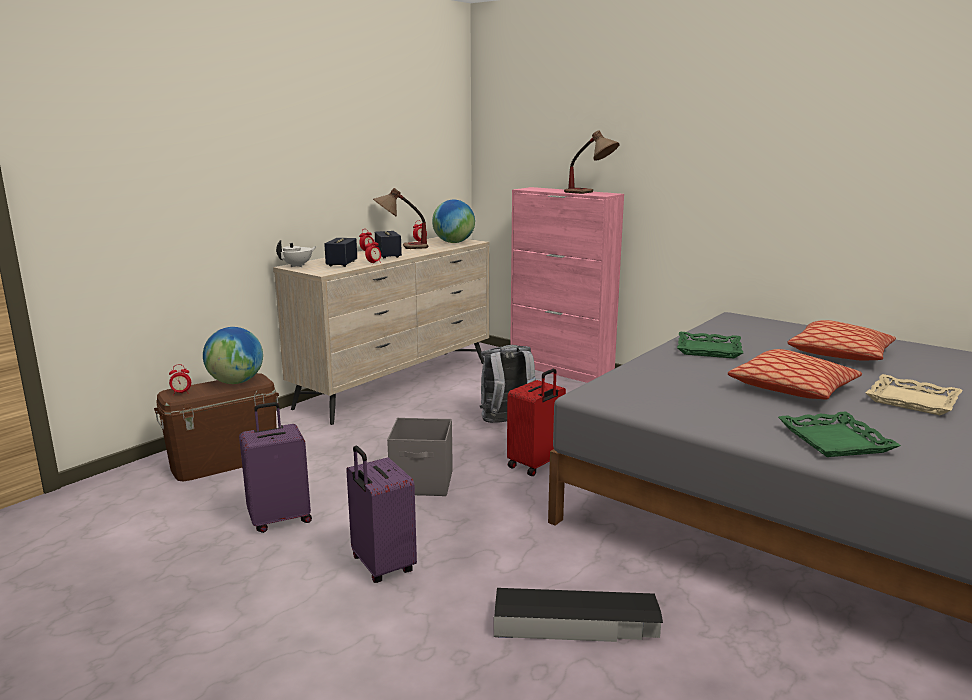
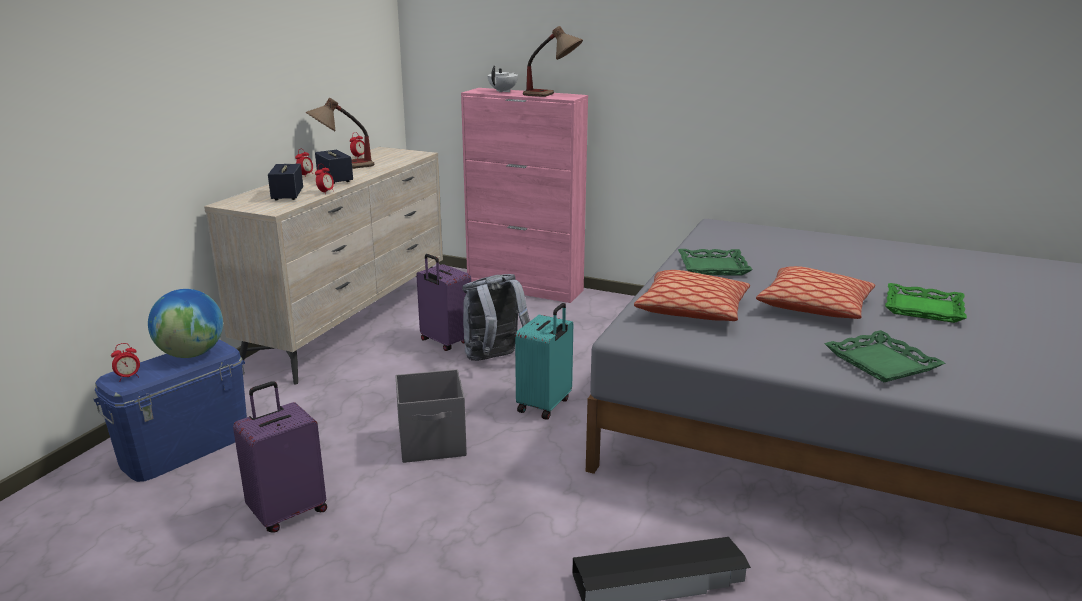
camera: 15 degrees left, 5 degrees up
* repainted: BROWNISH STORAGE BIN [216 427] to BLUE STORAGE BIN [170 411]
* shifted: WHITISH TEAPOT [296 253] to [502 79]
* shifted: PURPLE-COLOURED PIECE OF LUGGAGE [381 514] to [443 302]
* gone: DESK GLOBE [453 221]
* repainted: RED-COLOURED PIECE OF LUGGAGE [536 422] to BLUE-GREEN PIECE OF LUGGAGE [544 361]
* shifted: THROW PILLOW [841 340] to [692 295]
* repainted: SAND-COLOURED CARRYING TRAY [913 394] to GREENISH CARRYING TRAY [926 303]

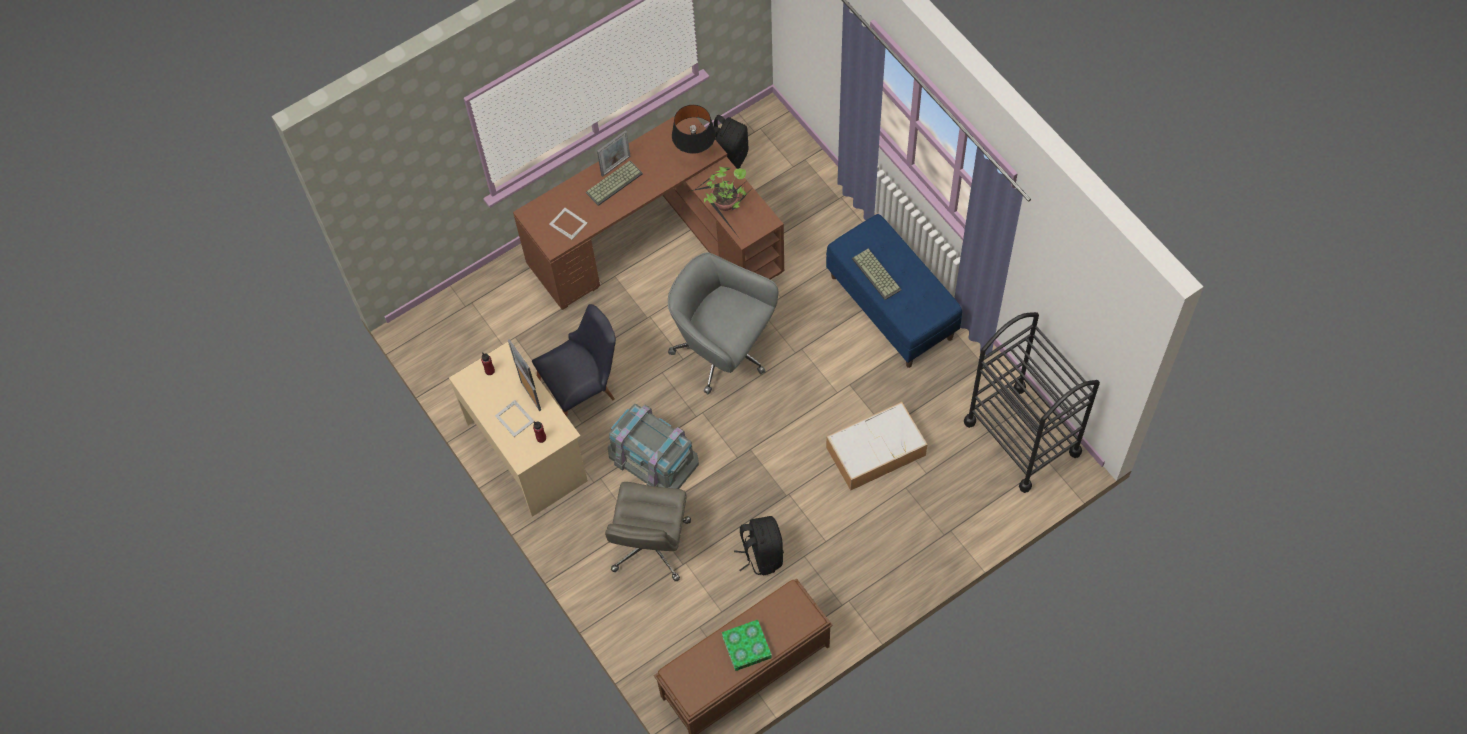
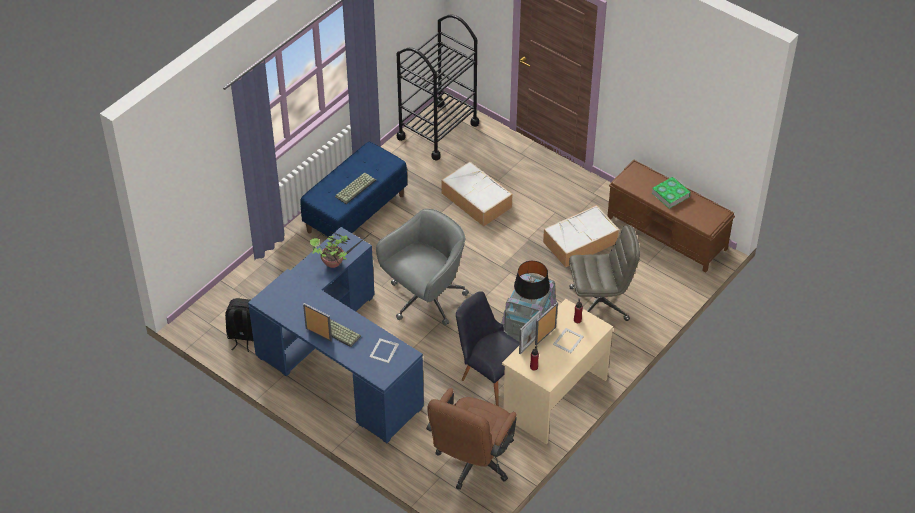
camera: 110 degrees left, 15 degrees down
* repainted: BROWNISH DESK TABLE [648 213] to BLUE DESK TABLE [336 335]
* rotated: GREY DESK CHAIR [723 323] = [422 267] 150 degrees counterclockwise
* shifted: BLACK-COLOURED LAMP FOR A TABLE [694 129] to [532 281]
* swapped: BLACK-COLOURED RUCKSACK [759 545] to STORAGE BIN [581 236]
* new: BROWNISH DESK CHAIR [471 439]

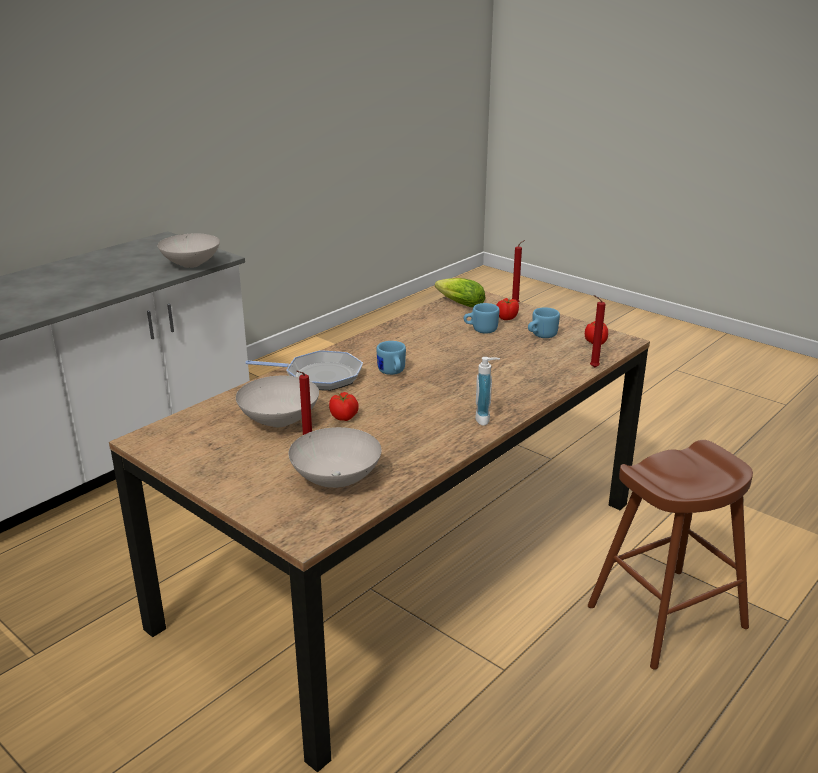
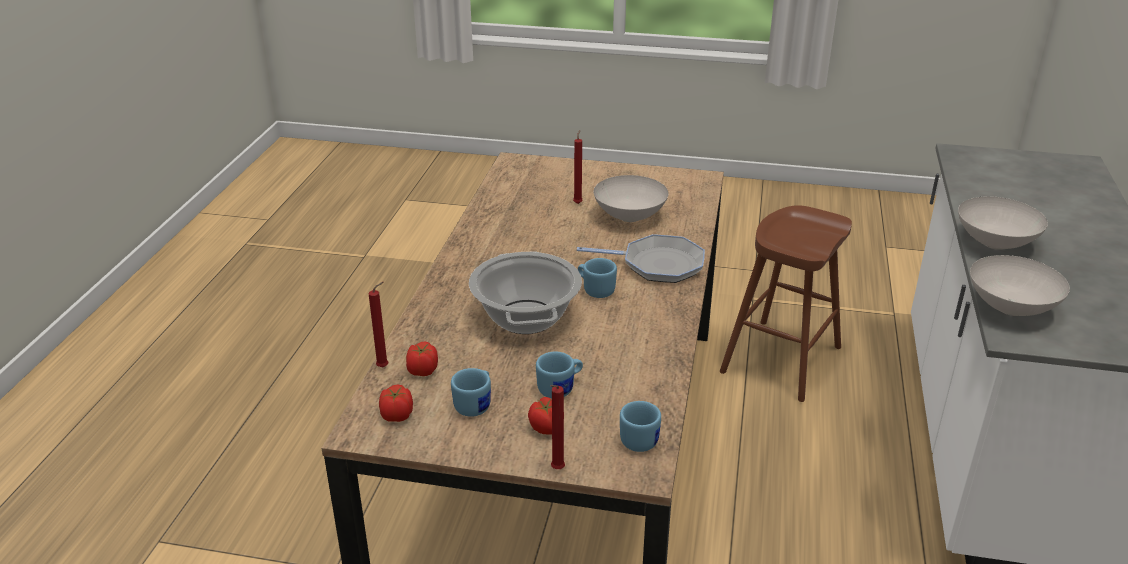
camera: 150 degrees right, 5 degrees up
* rotated: PAN [304 370] = [641 258] 150 degrees counterclockwise
* shifted: WHITISH BOWL [335 457] to [1003 223]
* shifted: FRESH TOMATO [344 406] to [422 359]
* swapped: HEAD OF LETTUCE [460 292] to BLUE MUG [640 426]
* gone: SOAP BOTTLE [487 391]
* shifted: BROWNISH STOOL [670 555] to [786 303]
* new: SAUCEPOT [525 292]

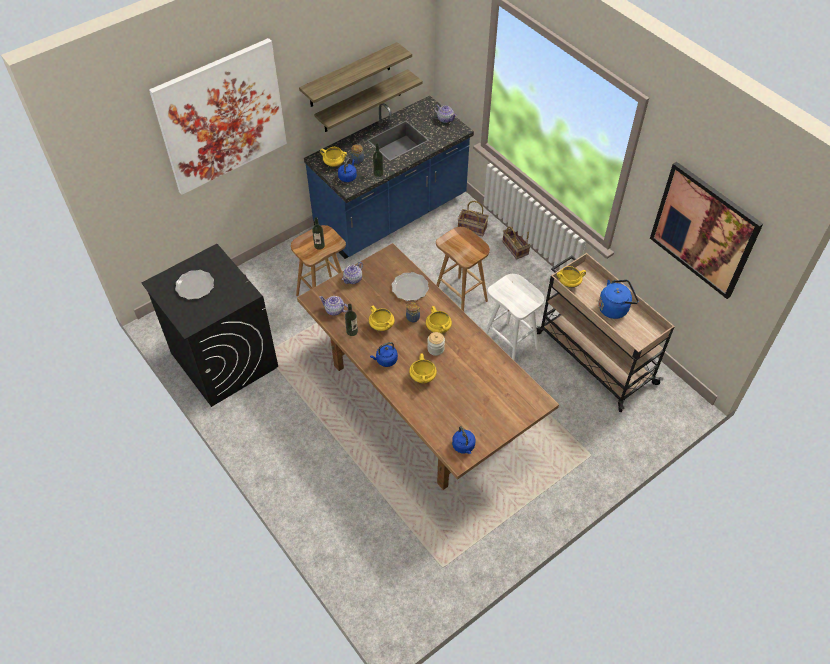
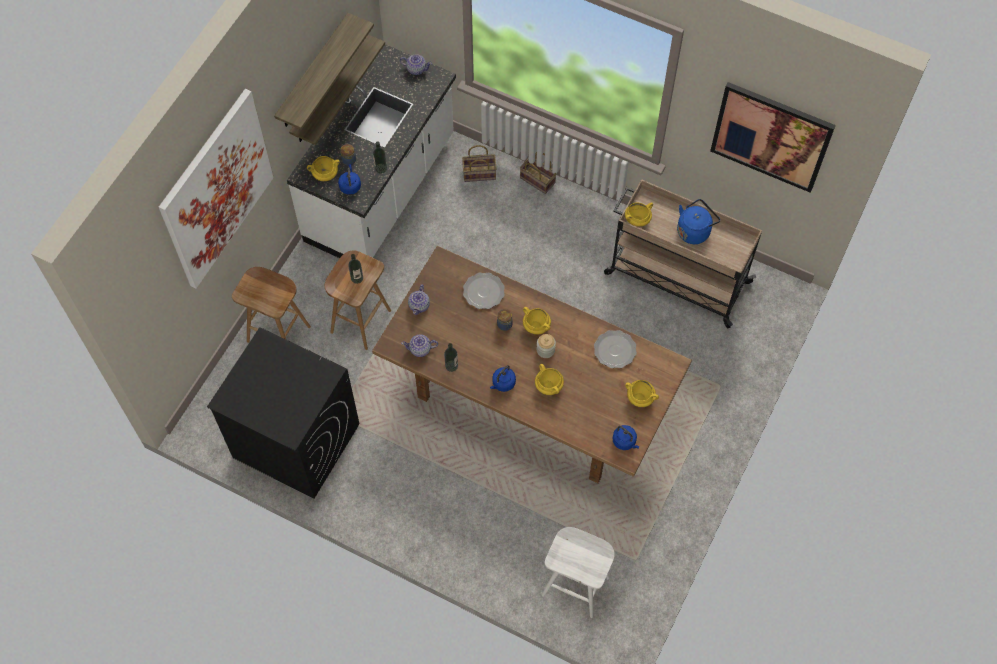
camera: 25 degrees left, 10 degrees up
* shifted: FLAT DISH [194 285] to [615 349]
* repainted: BLUE KITCHEN COUNTER [389 177] to WHITISH KITCHEN COUNTER [371 151]
* shifted: YELLOW SAUCEPOT [382 318] to [642 393]
* shifted: BROWNISH STOOL [463 269] to [271 305]
* shifted: WHITISH STOOL [514 317] to [578 572]

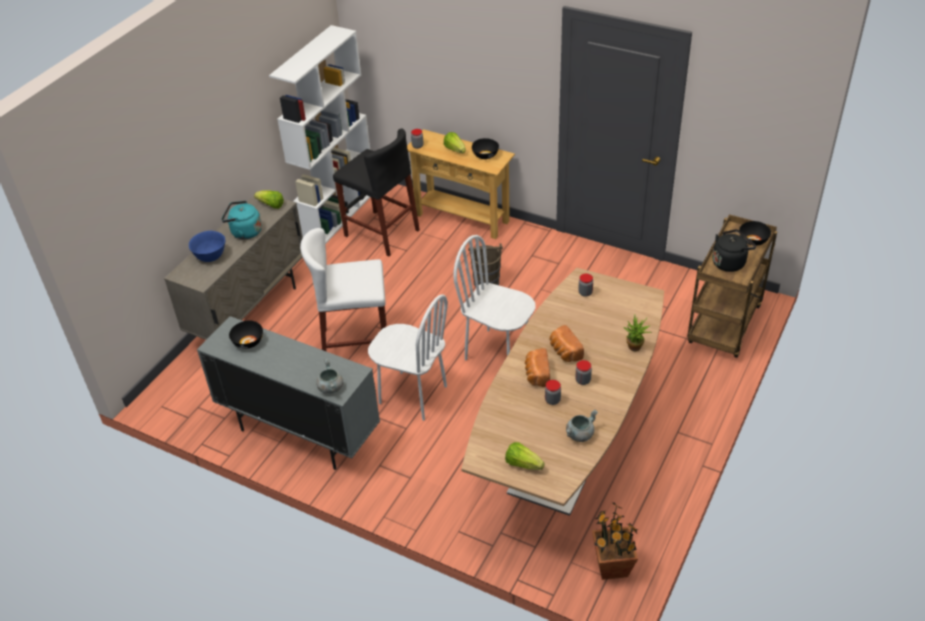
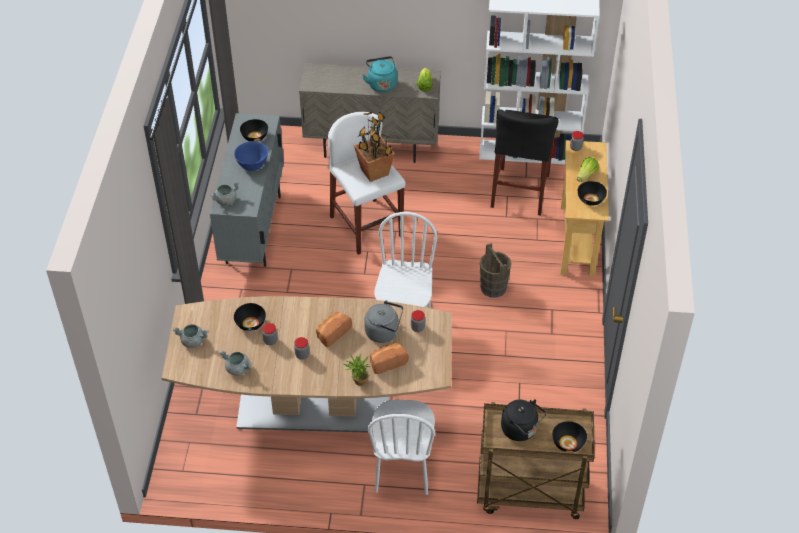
camera: 65 degrees right, 5 degrees up
* shifted: BLUE BOWL [207 246] to [251 156]
* shifted: WHITISH UPRIGHT CHAIR [408 357] to [401 447]
* swapped: HEAD OF LETTUCE [525 456] to GREY SAUCEPOT [191 336]
* shifted: BAKED BREAD [537 367] to [389 358]
* shifted: PLANT IN A POT [615 541] to [374 147]
* new: BLACK-COLOURED BOWL [250 317]
* new: GREY WATER KETTLE [383 321]

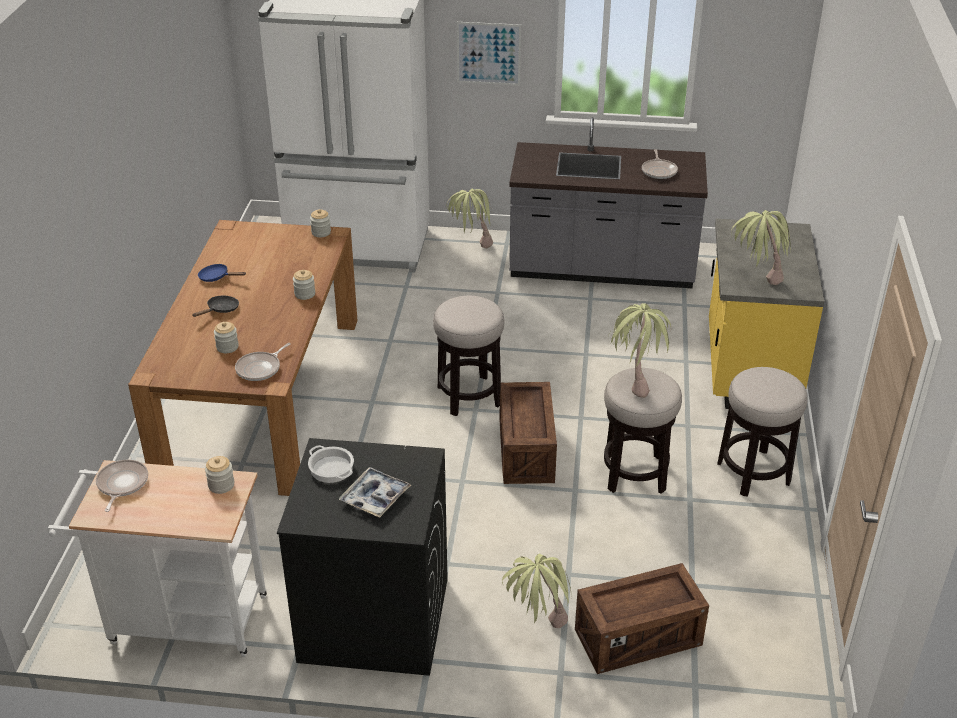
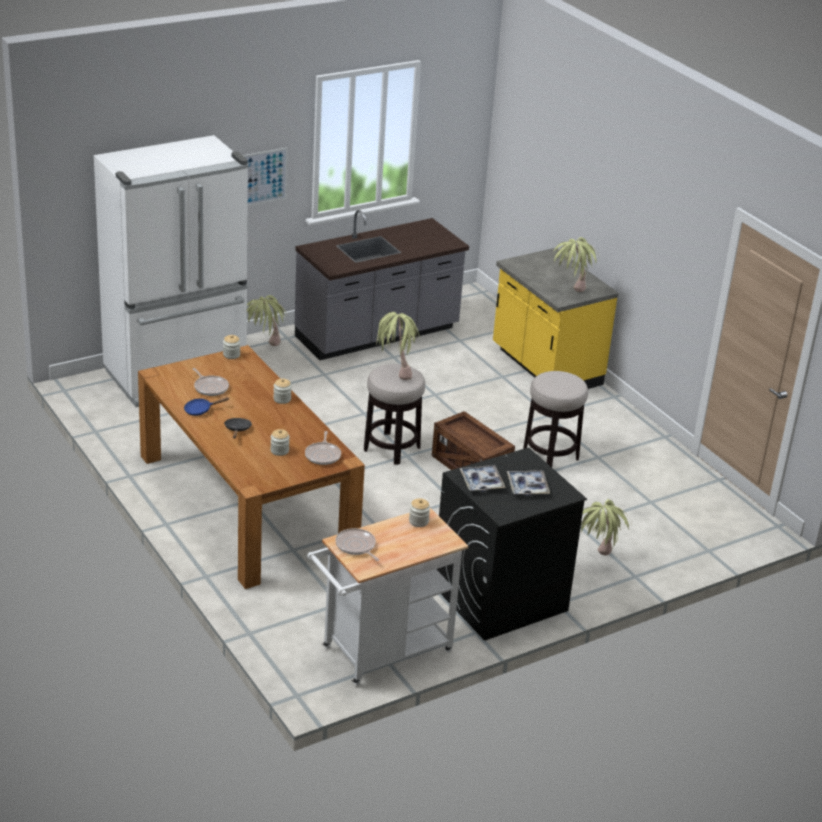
camera: 40 degrees left, 5 degrees down
* swapped: SAUCEPOT [331 464] to CARRYING TRAY [482 478]
* gone: PACKING CRATE [642 618]
* shifted: PLANT IN A POT [640 350] to [398 346]
* shifted: PAN [660 164] to [211 382]
* gone: STOOL [762 432]

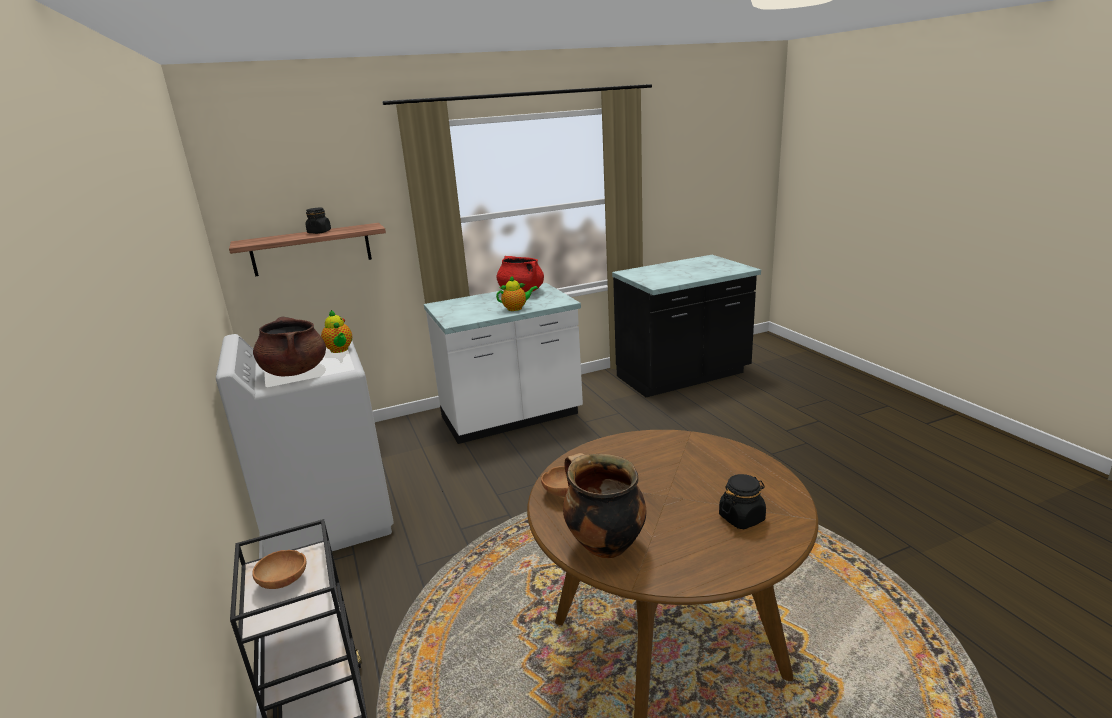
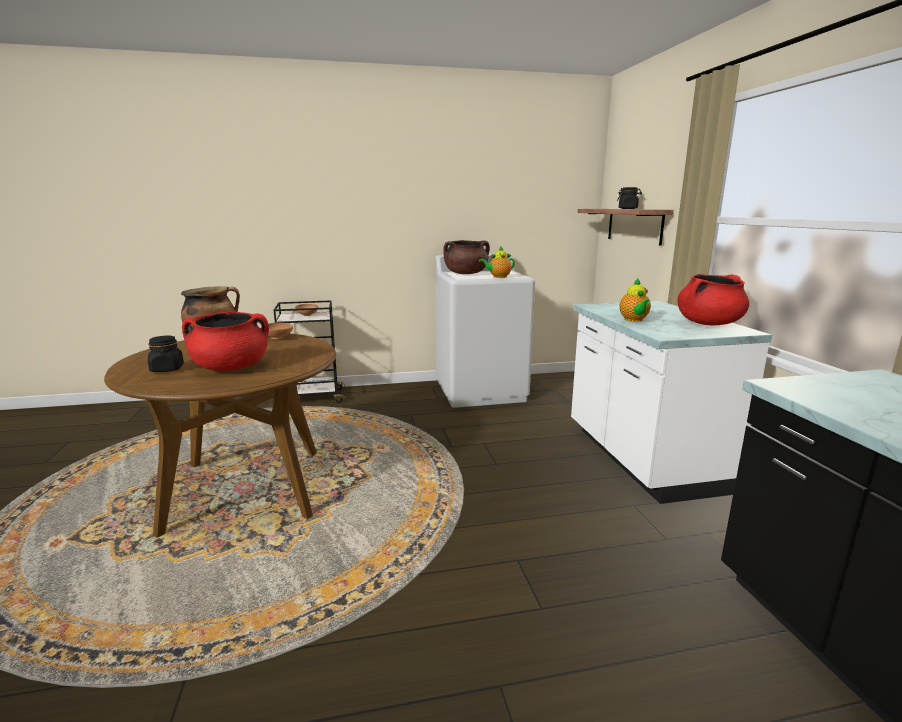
camera: 100 degrees right, 5 degrees down
* new: RED-COLOURED SAUCEPOT [225 341]

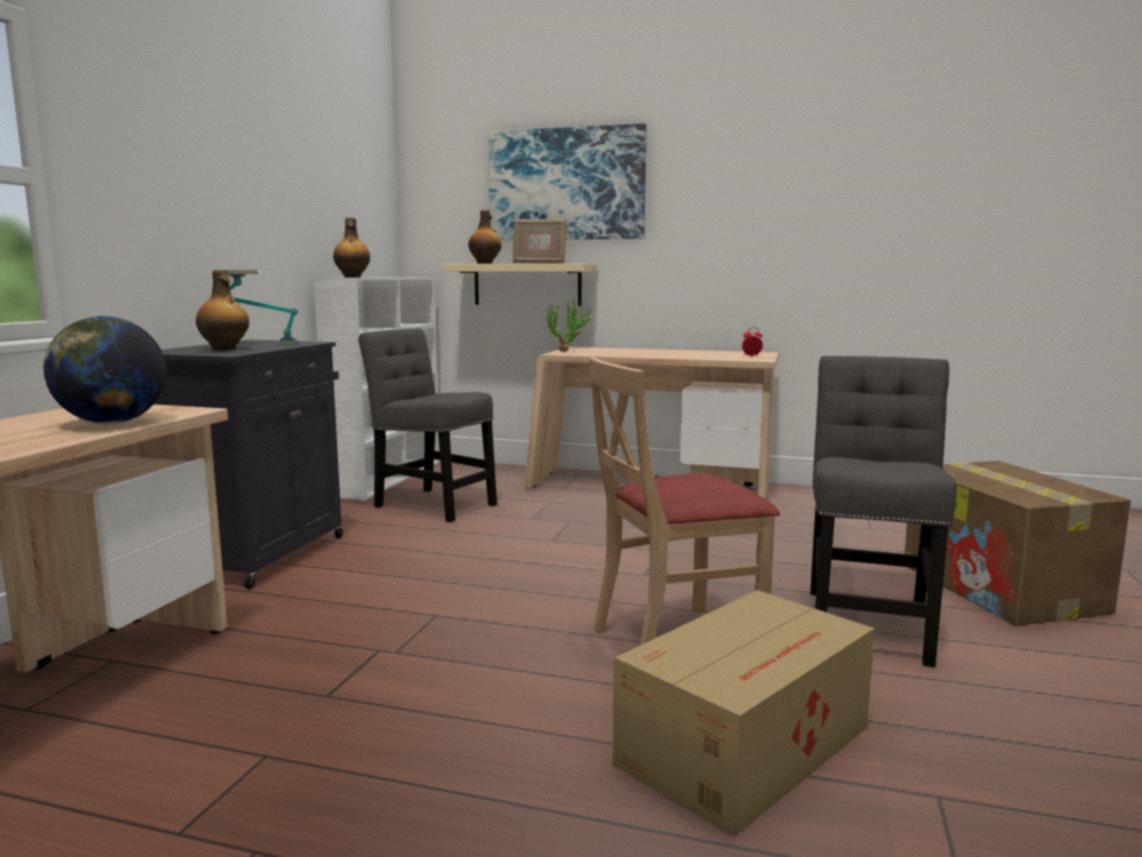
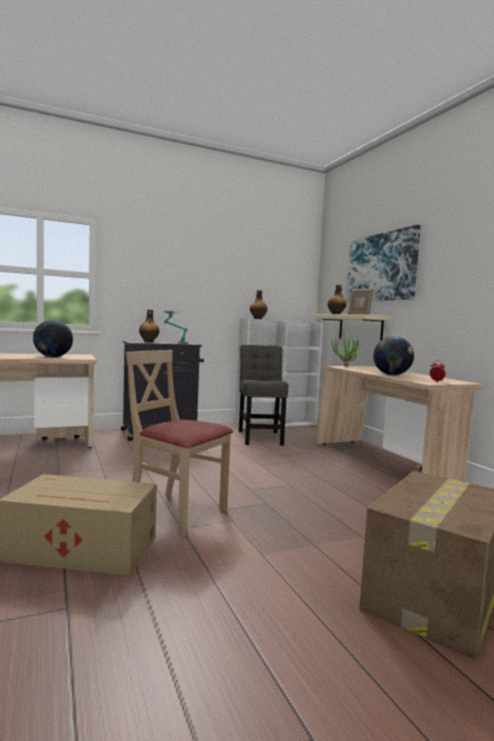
camera: 50 degrees right, 5 degrees down
* gone: GREY UPRIGHT CHAIR [883 511]
* new: DESK GLOBE [393 355]

